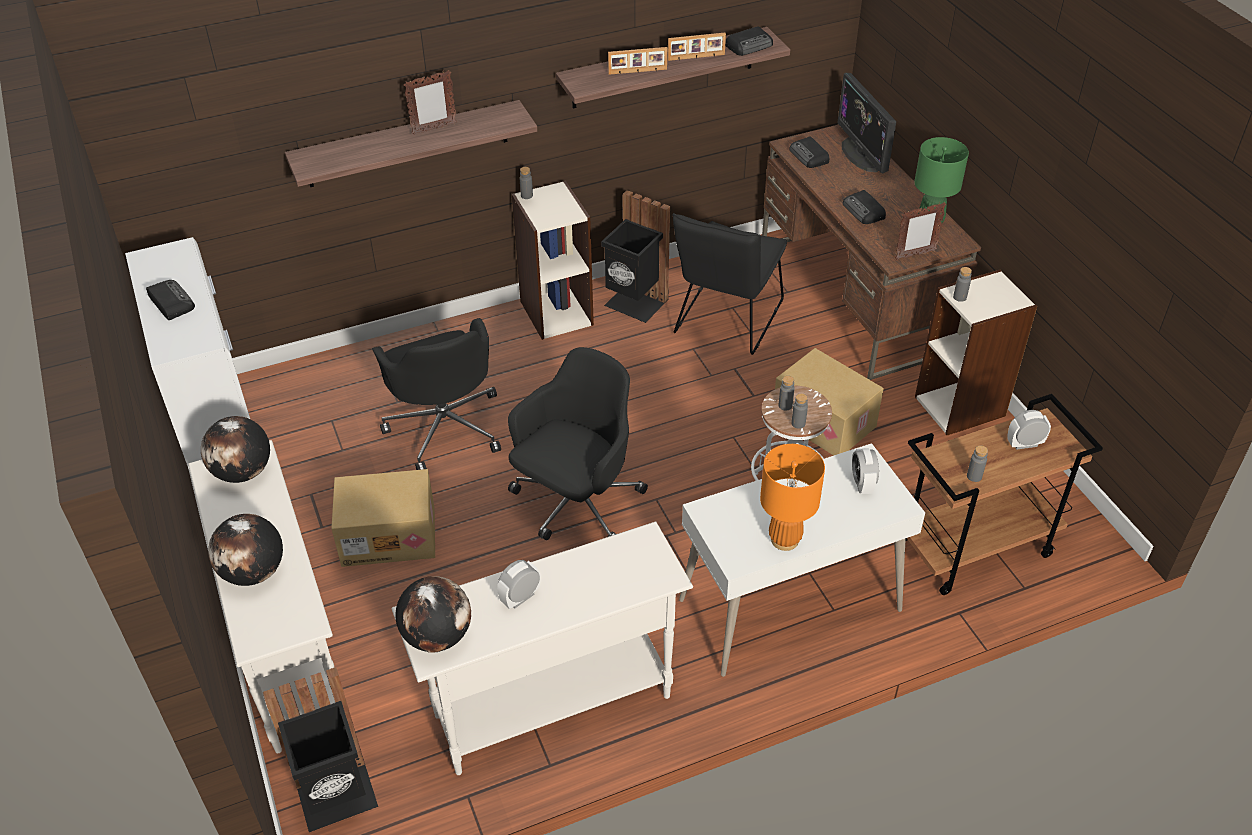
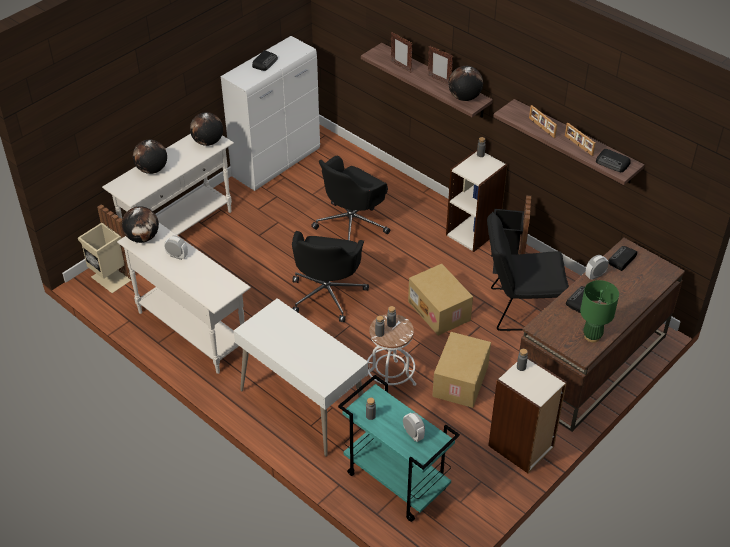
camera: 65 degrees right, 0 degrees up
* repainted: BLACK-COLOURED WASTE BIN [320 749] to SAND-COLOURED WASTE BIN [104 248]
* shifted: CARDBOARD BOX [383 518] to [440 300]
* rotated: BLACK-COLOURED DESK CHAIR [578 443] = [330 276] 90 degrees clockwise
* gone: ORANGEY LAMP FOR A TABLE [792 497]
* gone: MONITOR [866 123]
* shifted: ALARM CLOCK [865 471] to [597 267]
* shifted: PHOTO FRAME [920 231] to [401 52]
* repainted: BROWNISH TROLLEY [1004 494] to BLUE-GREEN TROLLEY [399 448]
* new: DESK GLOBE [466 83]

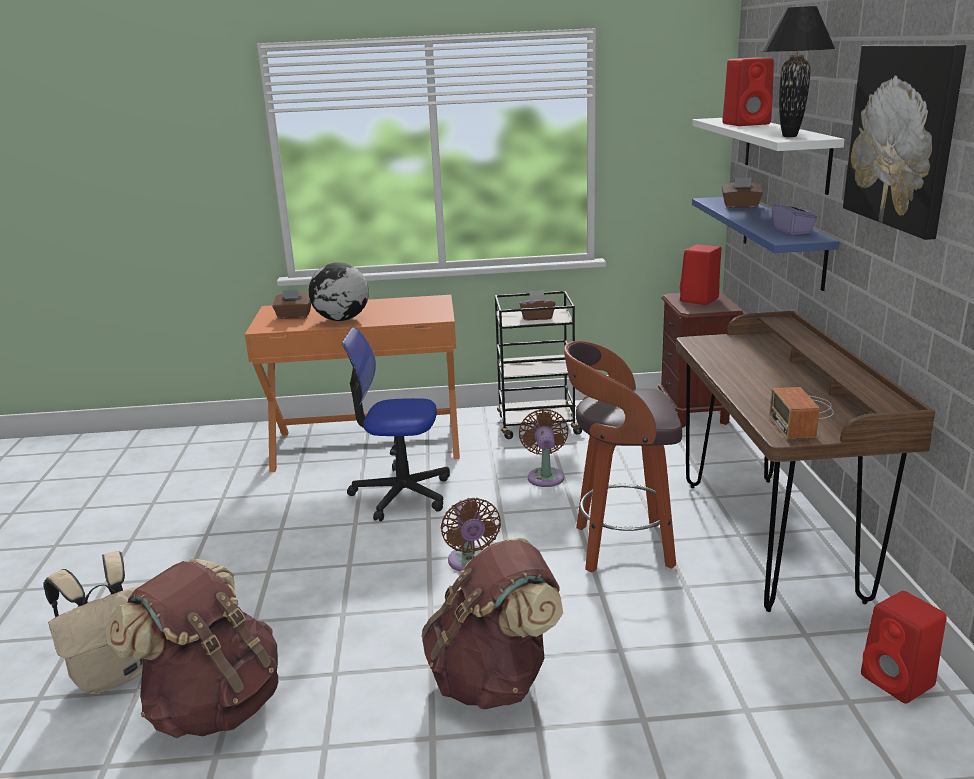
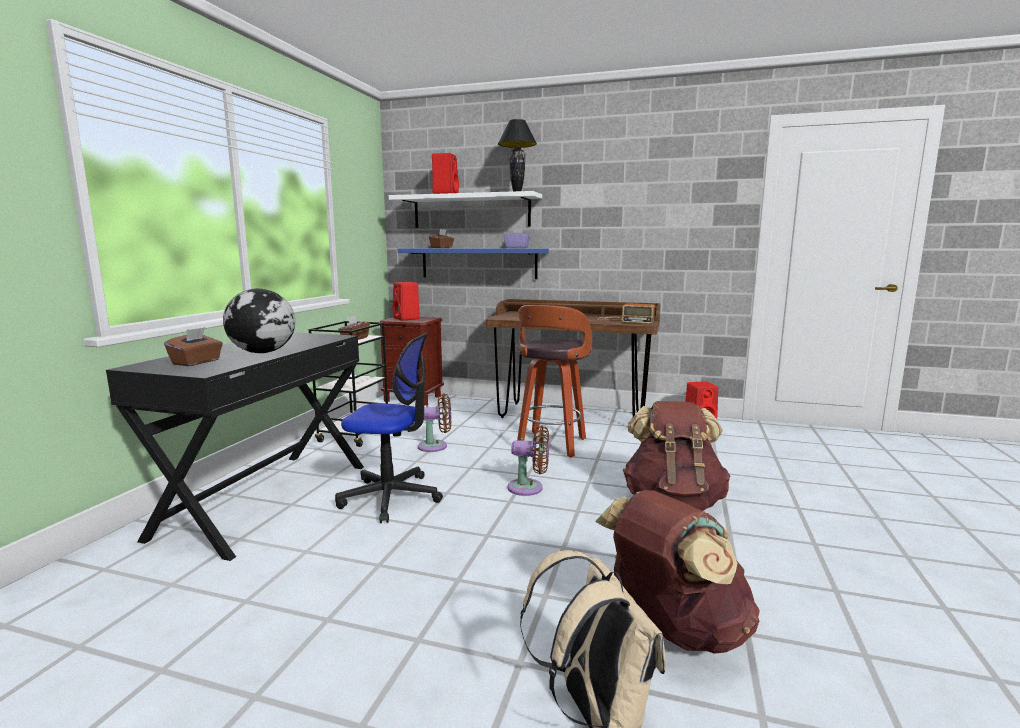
camera: 70 degrees left, 10 degrees down
* repainted: ORANGEY DESK TABLE [352 383] to BLACK-COLOURED DESK TABLE [235 446]
* rotated: DESK CHAIR [396 424] = [389 428] 105 degrees counterclockwise
* rotated: BROWNISH FAN [544 448] = [434 422] 150 degrees clockwise
* gone: WALL PICTURE [904 142]

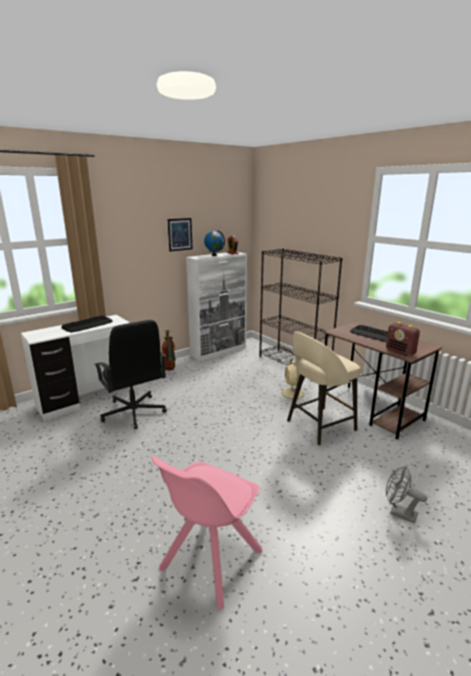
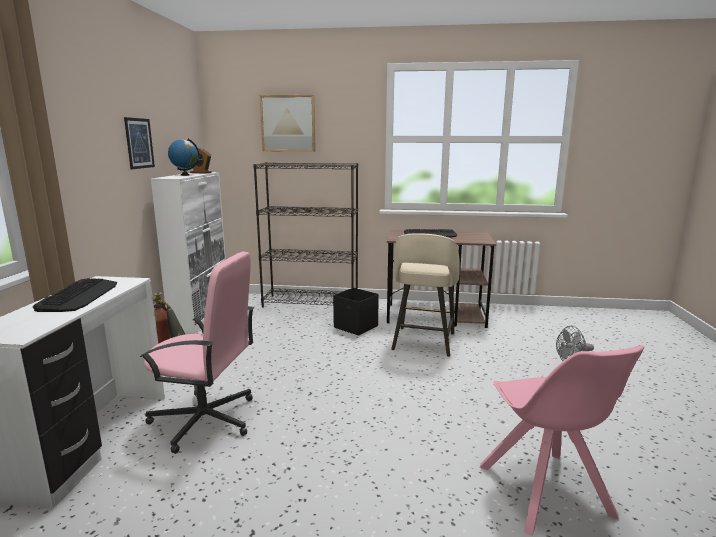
camera: 45 degrees left, 5 degrees down
* repainted: BLACK-COLOURED DESK CHAIR [131 374] to PINKISH DESK CHAIR [197 352]
* swapped: SAND-COLOURED FAN [293 380] to BLACK-COLOURED STORAGE BIN [356 312]
* gone: RADIO RECEIVER [403 339]
* new: WALL PICTURE [288 123]

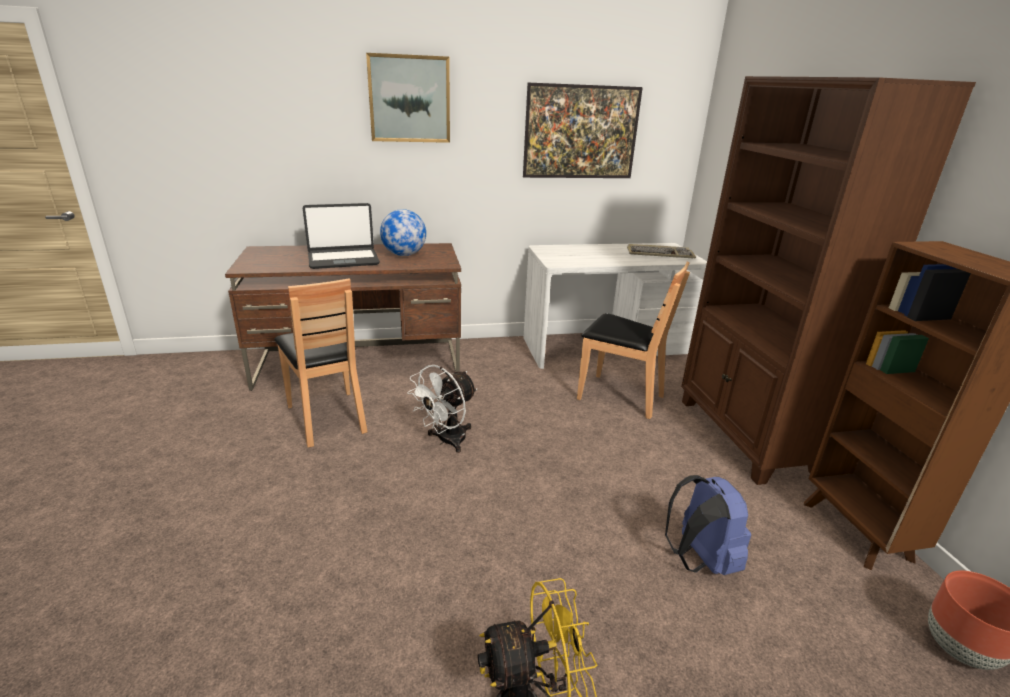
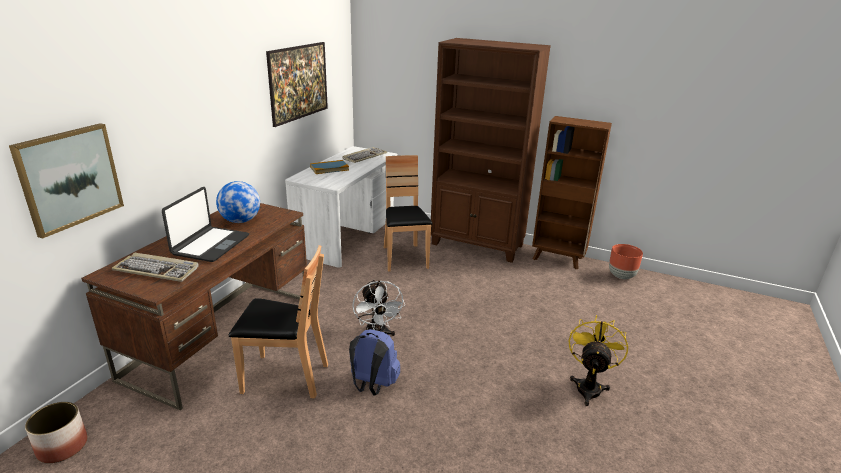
camera: 55 degrees left, 0 degrees up
* shifted: WALL PICTURE [408 98] to [66 181]
* rotated: BROWNISH UPRIGHT CHAIR [633 340] = [408 213] 75 degrees counterclockwise
* shifted: BLUE RUCKSACK [708 525] to [374 362]
* new: FLOWER POT [56 432]
* new: KEYBOARD [155 267]
* new: VOLUME [329 167]

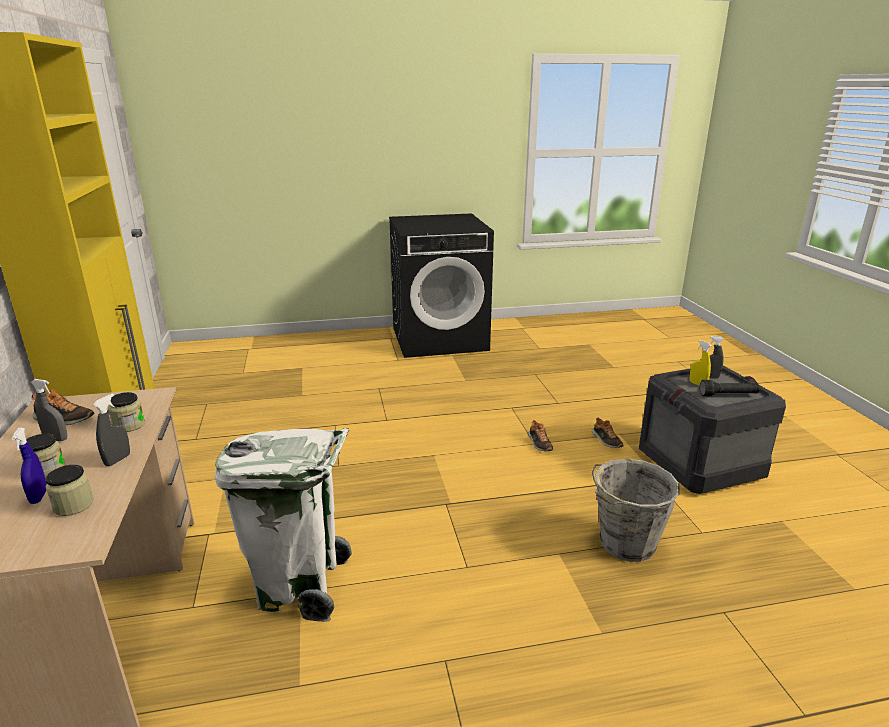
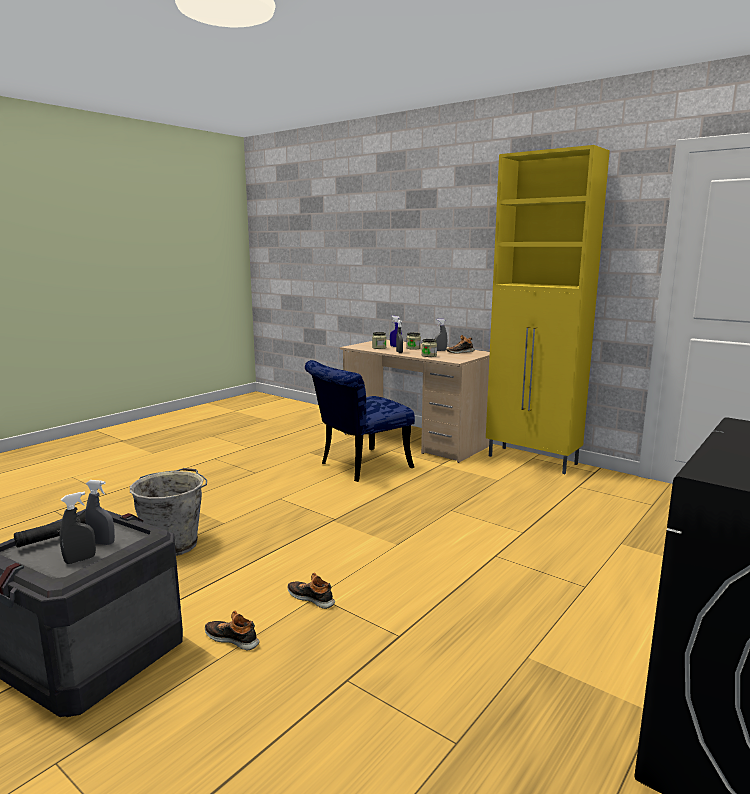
camera: 140 degrees right, 10 degrees down
* swapped: WHITISH WASTE BIN [283 525] to BLUE UPRIGHT CHAIR [360 421]
* repainted: YELLOW HAND SPRAYER [701 363] to GREY HAND SPRAYER [100 512]

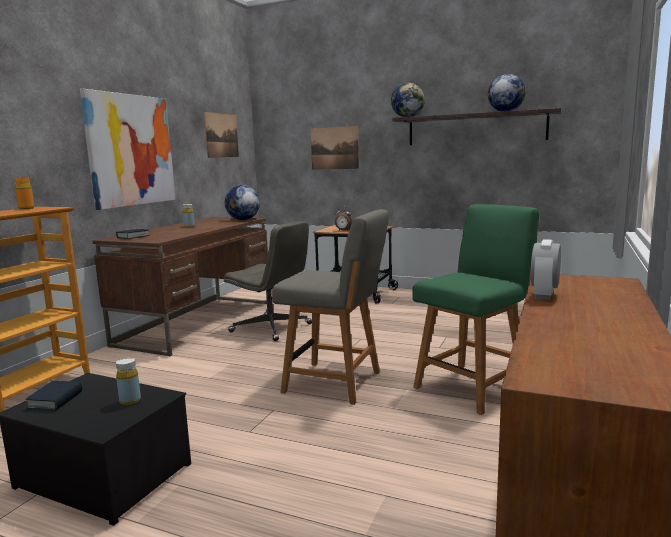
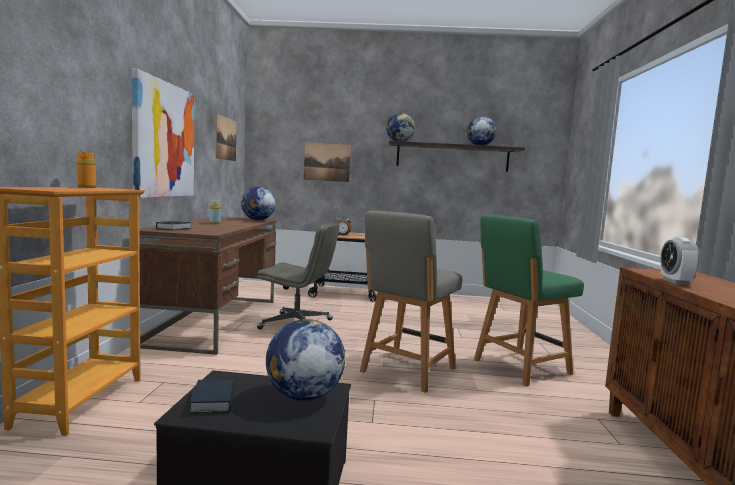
camera: 20 degrees left, 5 degrees down
* swapped: YELLOW BEVERAGE BOTTLE [128 381] to DESK GLOBE [305 360]
* rotated: GREY UPRIGHT CHAIR [330 307] = [411 302] 120 degrees clockwise
* rotated: GREENISH UPRIGHT CHAIR [475 309] = [529 301] 150 degrees counterclockwise

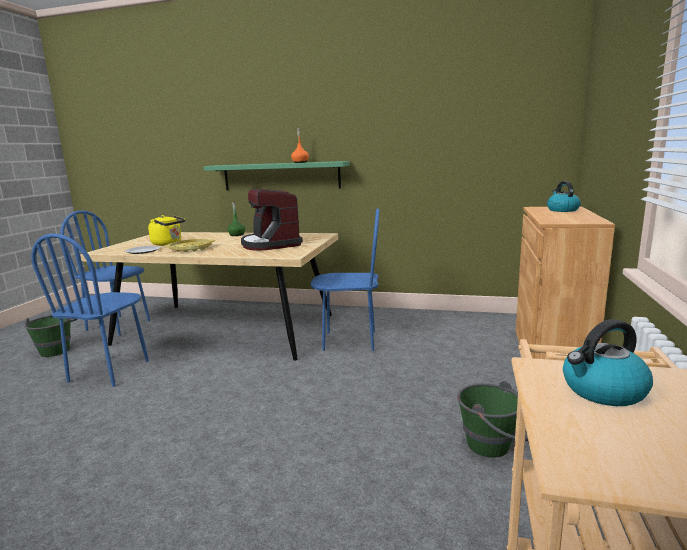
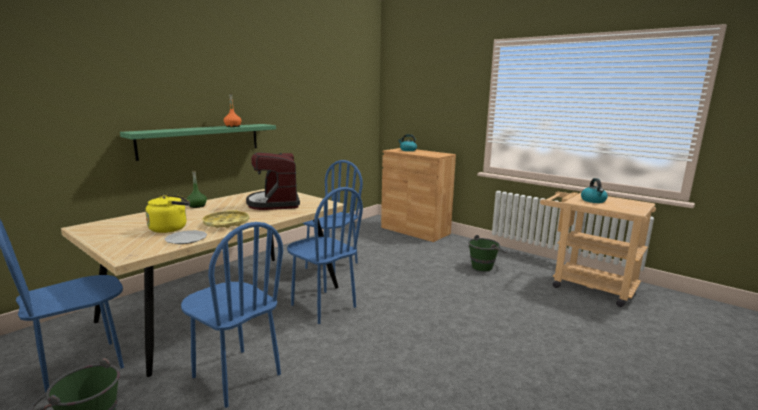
camera: 65 degrees left, 0 degrees up
* rotated: COFFEE MACHINE [272 220] = [273 181] 75 degrees clockwise
* new: BLUE UPRIGHT CHAIR [325 255]

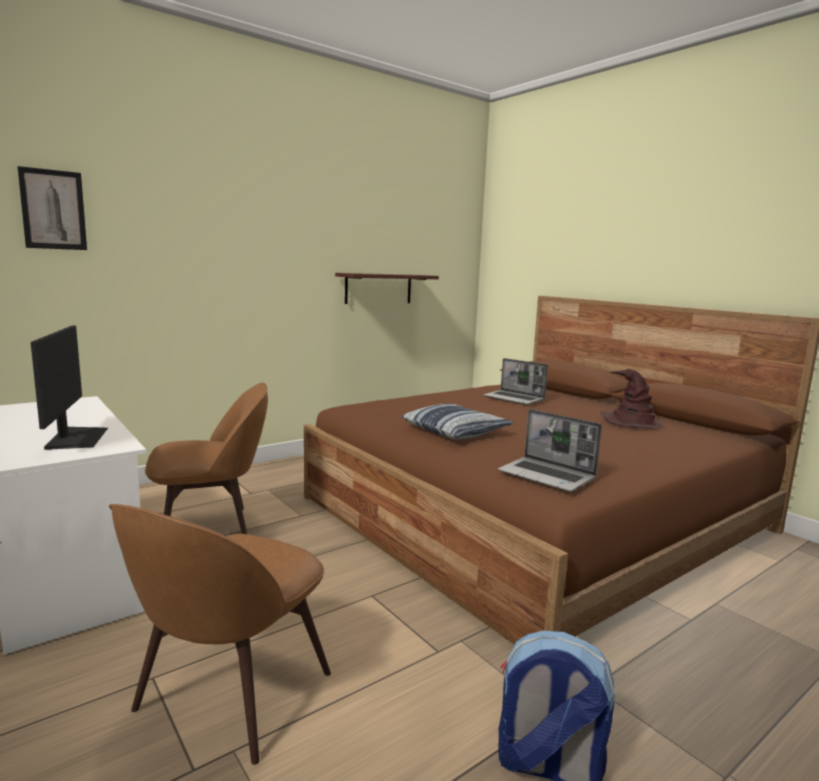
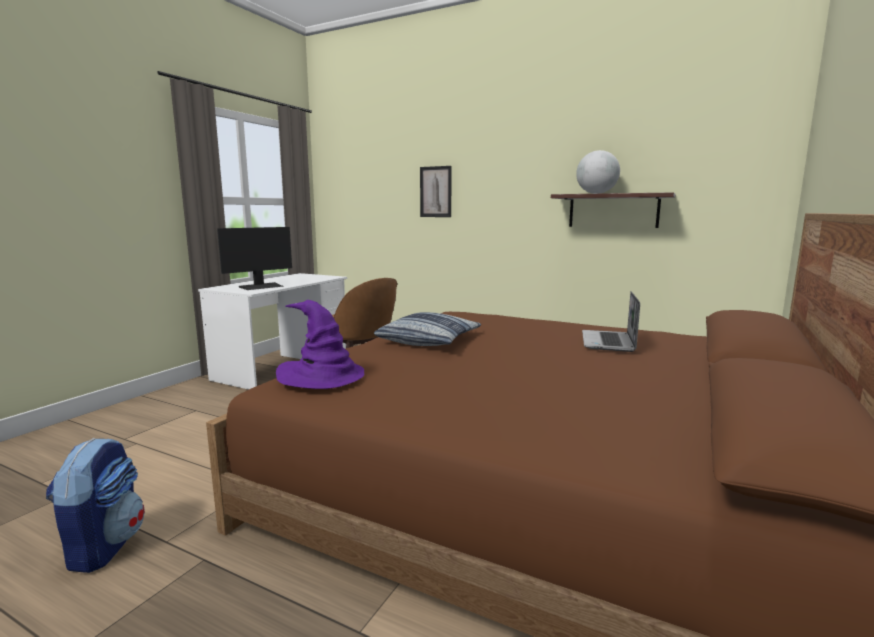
camera: 65 degrees right, 0 degrees up
* shifted: WALL PICTURE [52 208] to [436 191]
* gone: BROWNISH UPRIGHT CHAIR [220 634]
* swapped: PORTABLE COMPUTER [550 450] to PURPLE-COLOURED CLOTHING HAT [320 344]
* gone: BROWNISH CLOTHING HAT [631 399]
* new: DESK GLOBE [598 172]

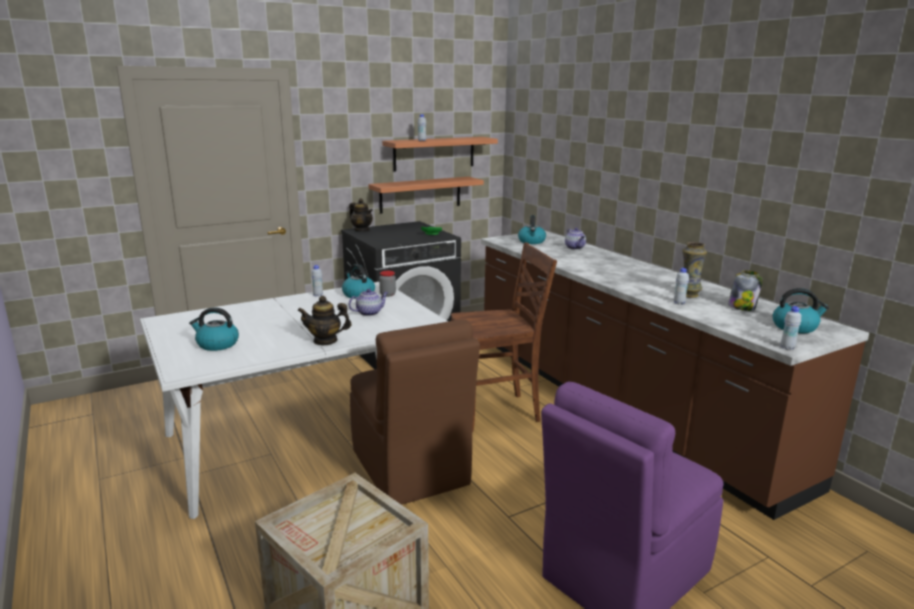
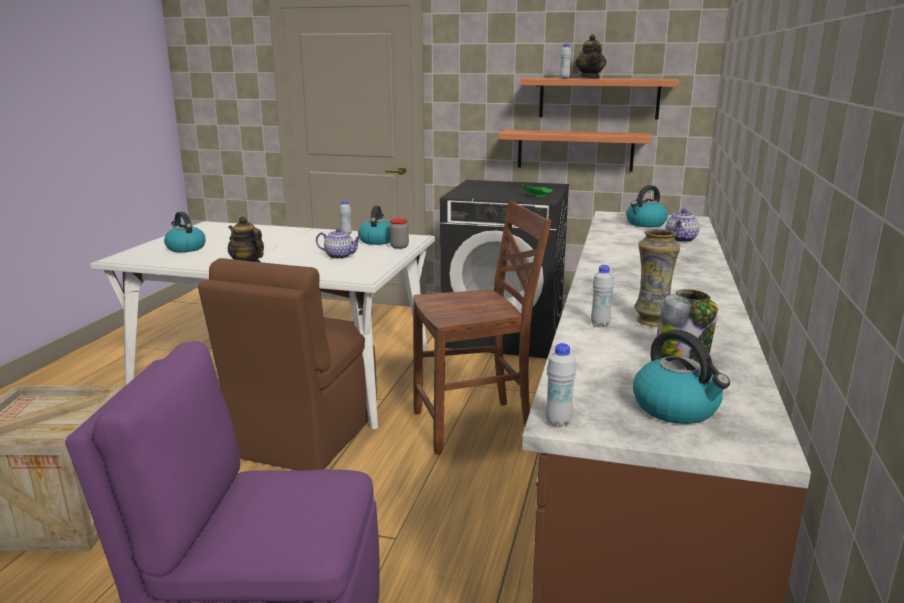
camera: 45 degrees right, 0 degrees up
* shifted: TEAPOT [361 215] to [590 56]
* rotated: BROWNISH UPRIGHT CHAIR [504 337] = [482 328] 45 degrees counterclockwise

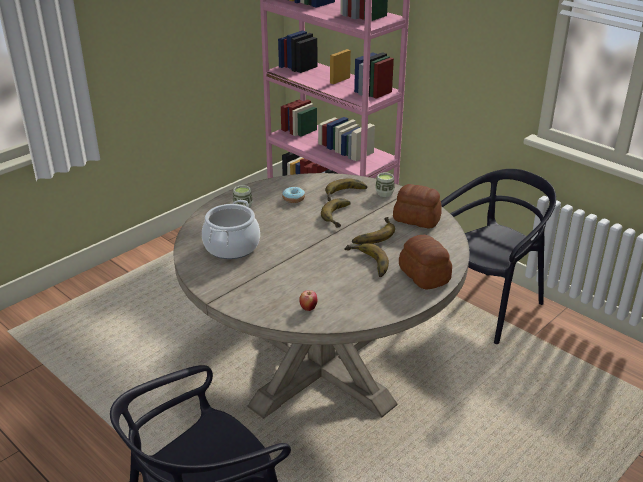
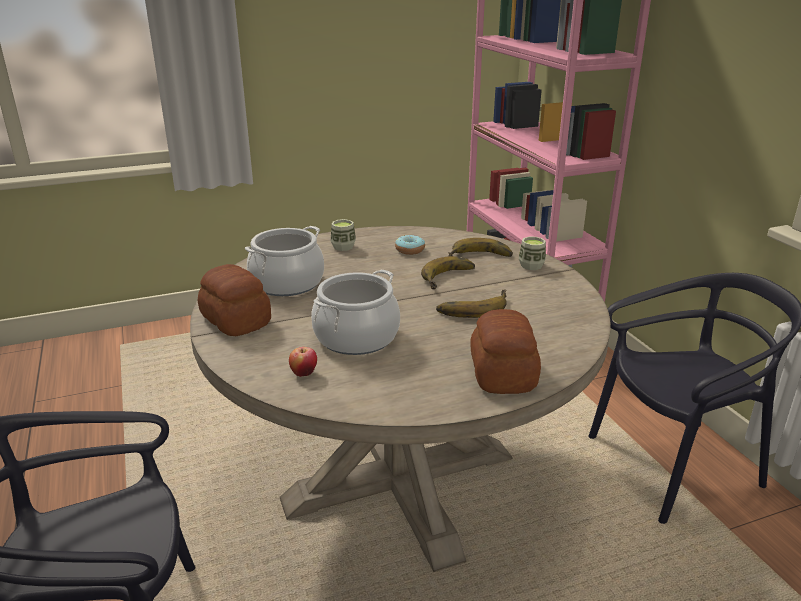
camera: 25 degrees right, 5 degrees down
* gone: BANANA [366 260]
* shifted: BAKED BREAD [417 206] to [234 300]
* new: SAUCEPOT [355 312]

